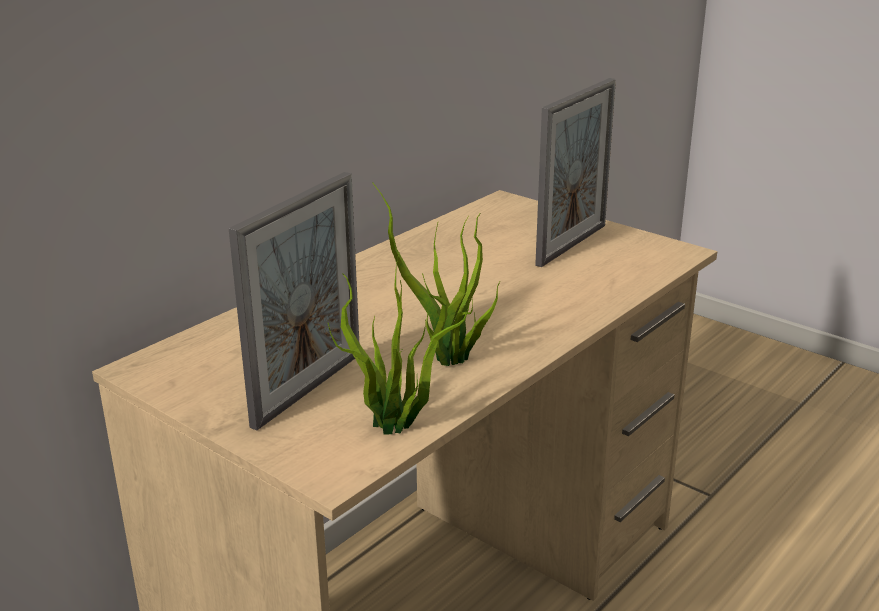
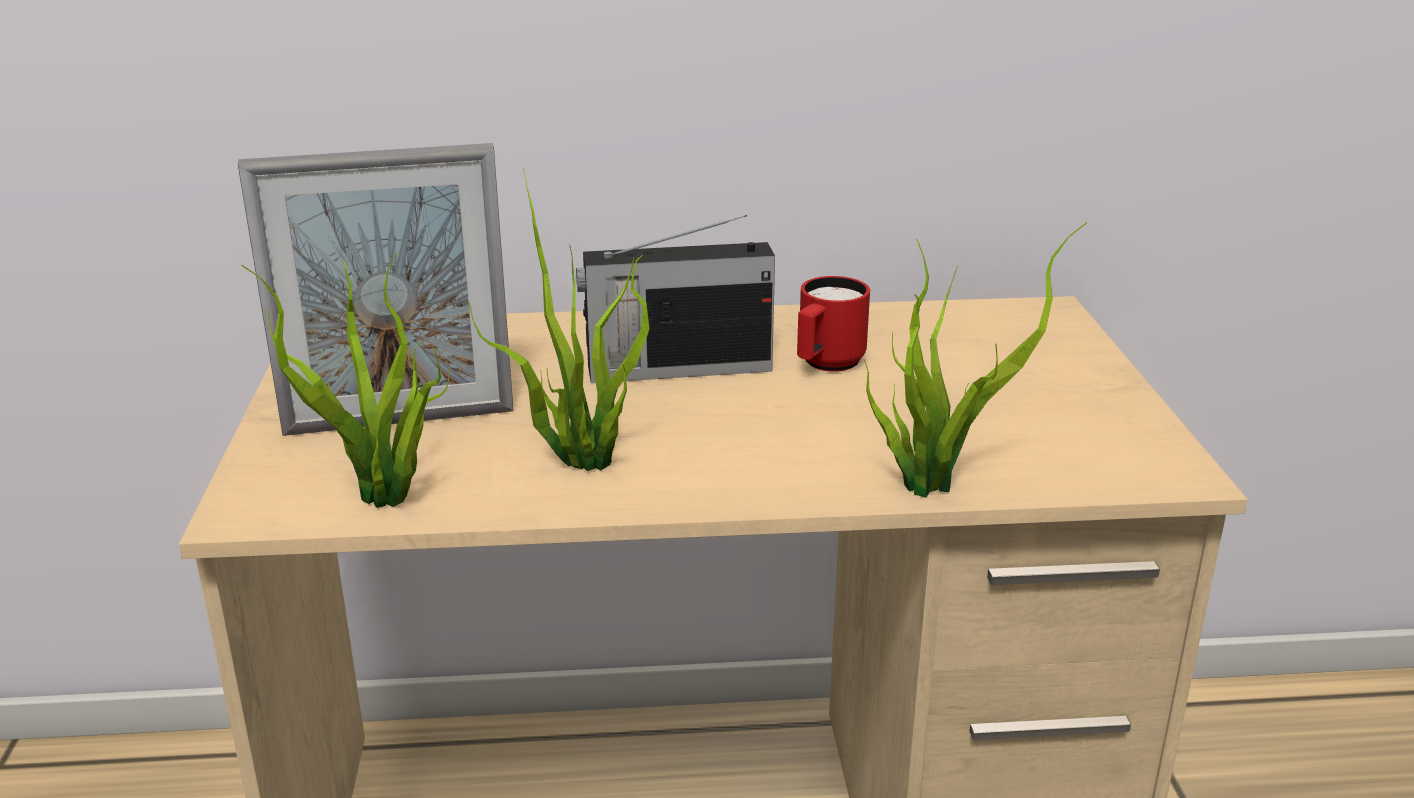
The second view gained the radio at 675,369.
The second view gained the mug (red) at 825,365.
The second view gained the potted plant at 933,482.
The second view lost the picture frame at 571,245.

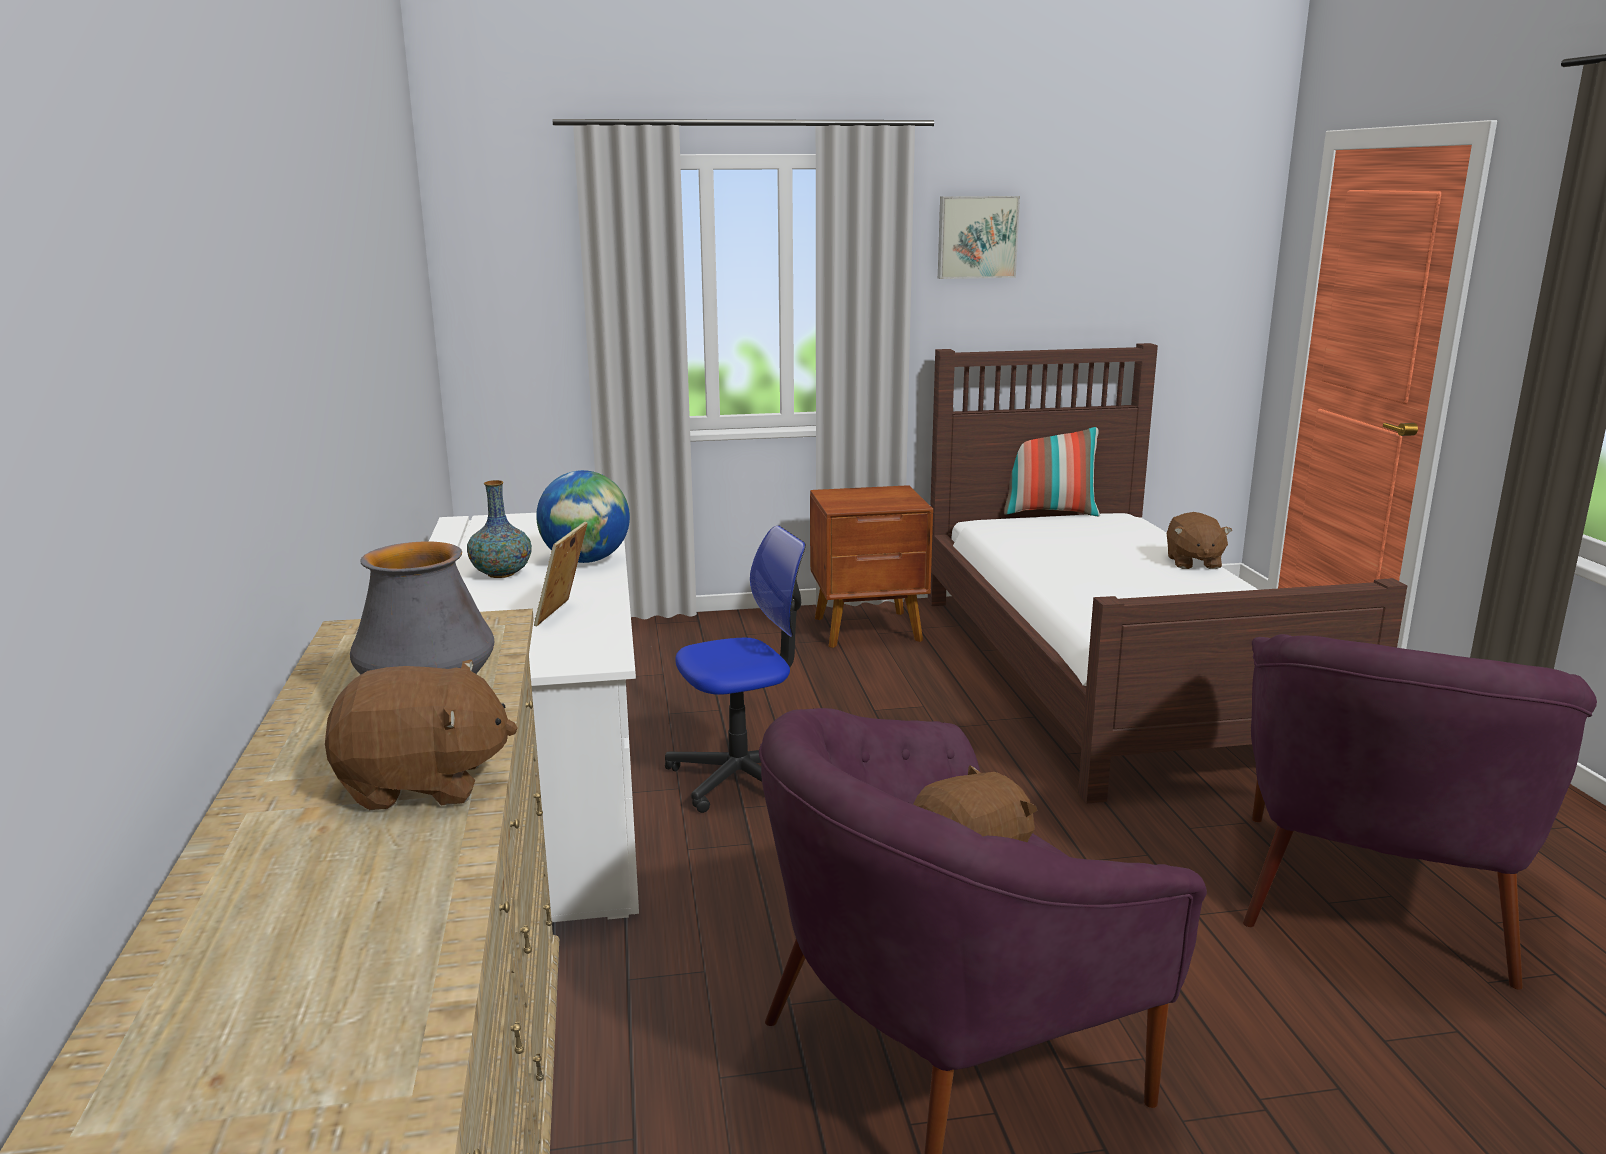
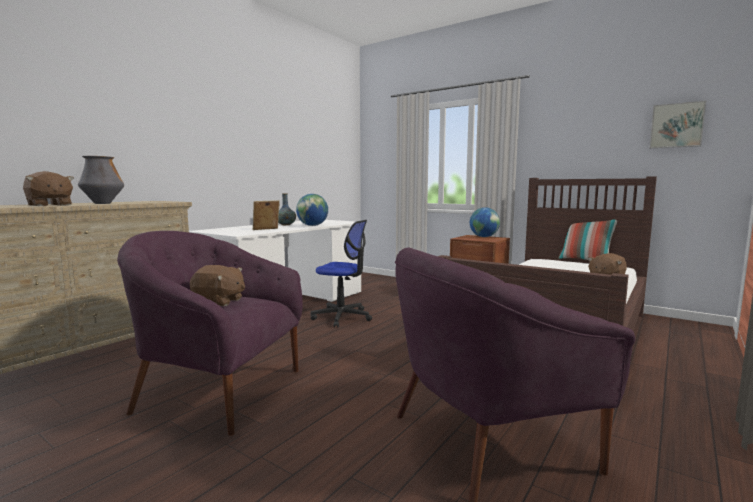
The second view gained the globe at 484,237.
The picture ended up elsewhere, having gone from 976,237 to 676,125.

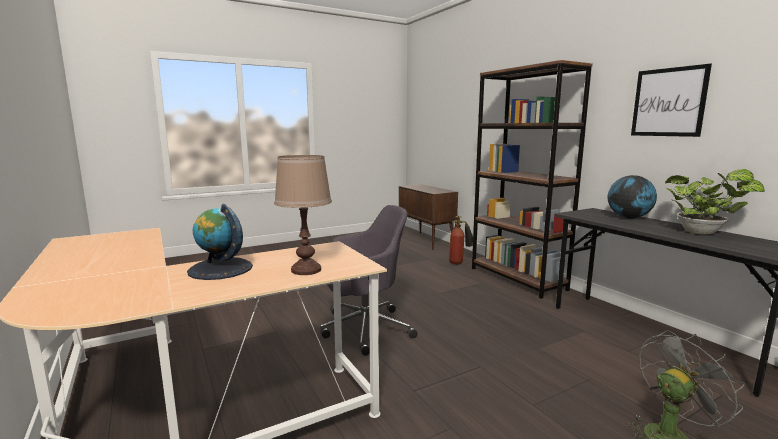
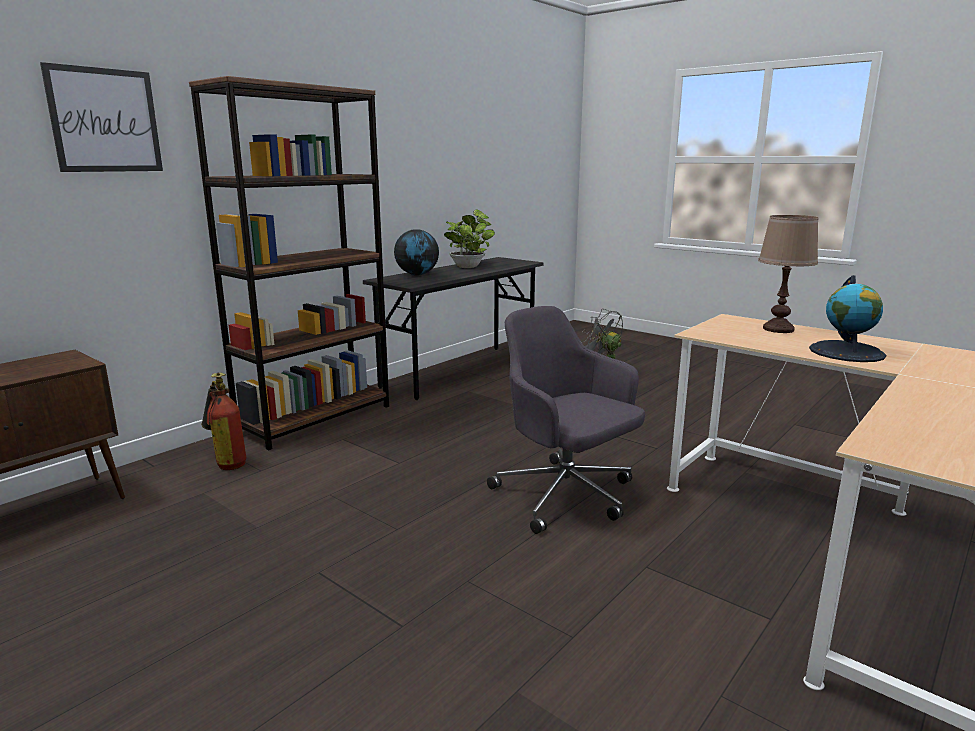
The picture ended up elsewhere, having gone from 668,102 to 105,120.

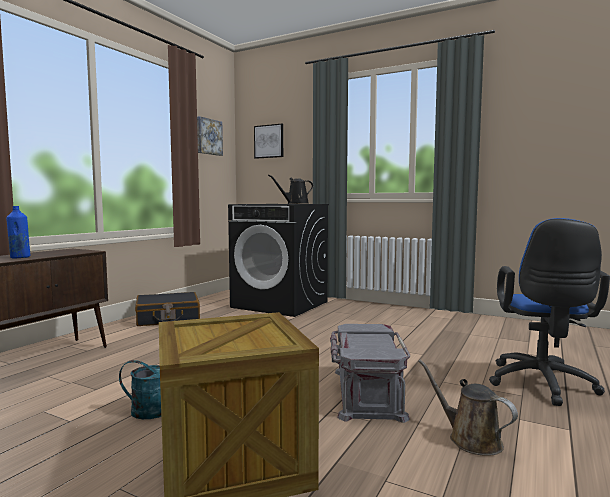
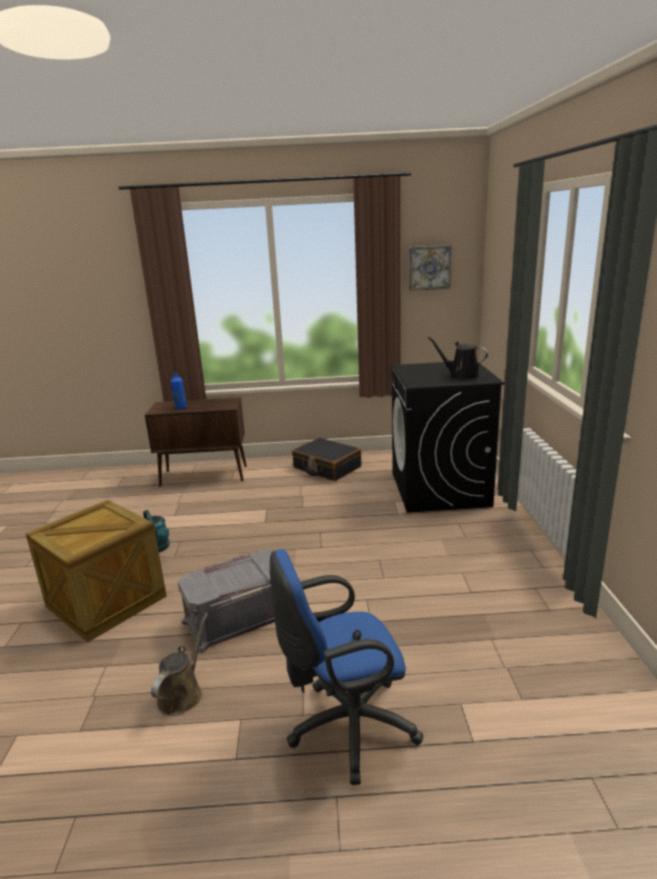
The second view lost the picture at 269,141.

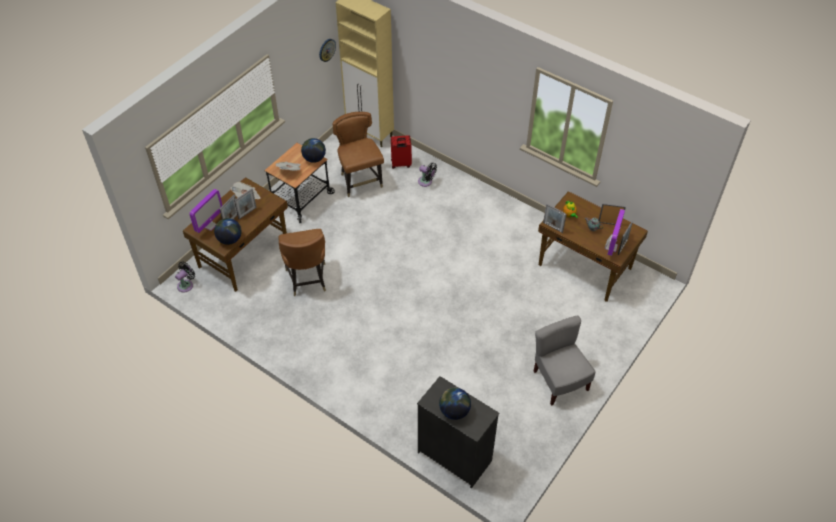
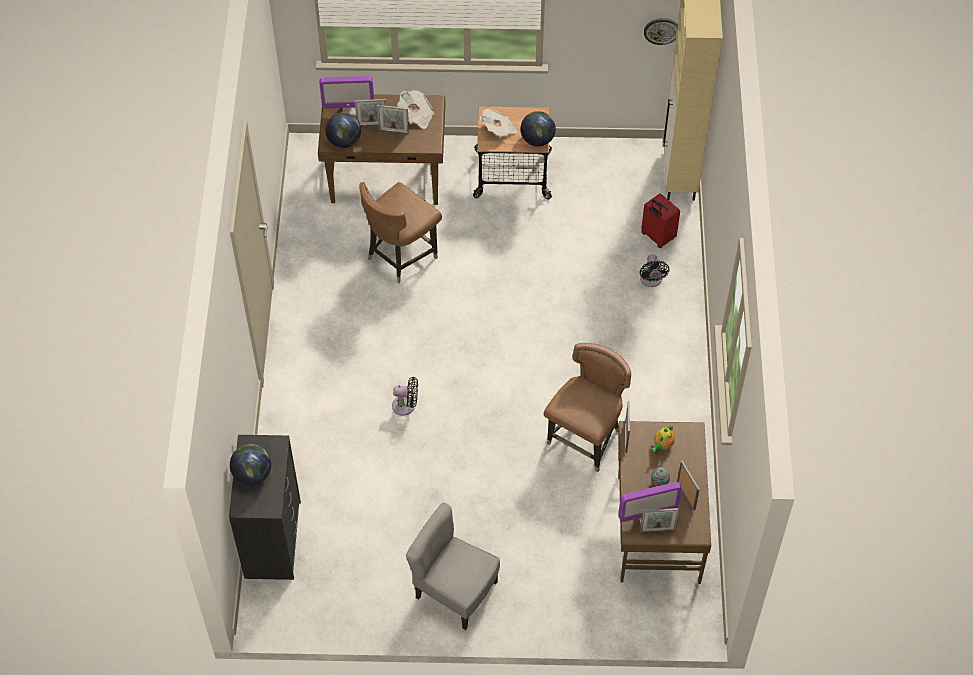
The fan (black) ended up elsewhere, having gone from 186,285 to 406,406.
The chair (grey) at 559,381 ended up facing another way, 90 degrees counterclockwise from before.
The chair (brown) ended up elsewhere, having gone from 360,181 to 585,440.

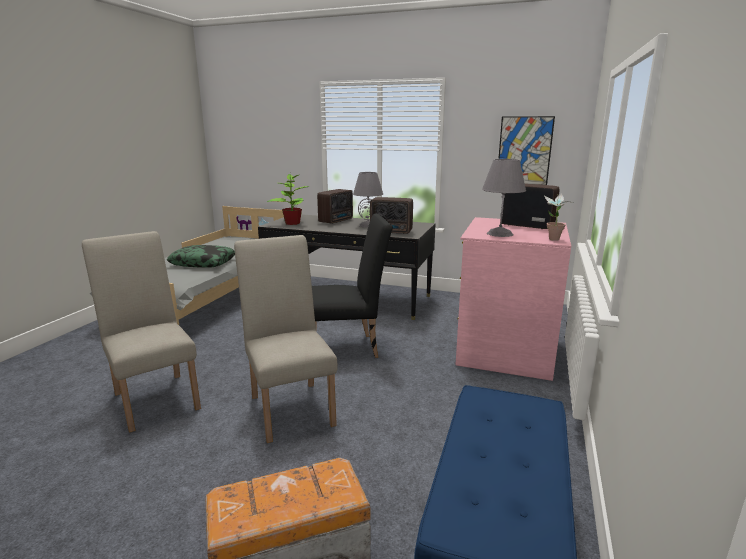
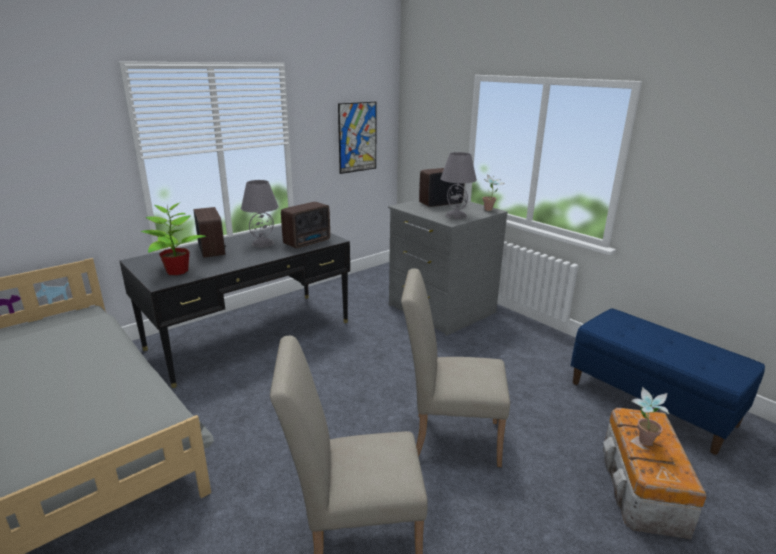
What was the dresser (pink) at 504,350 turned into the dresser (grey) at 440,309.
The second view gained the potted plant at 641,441.
The second view lost the pillow at 203,263.
The second view lost the chair (black) at 348,348.

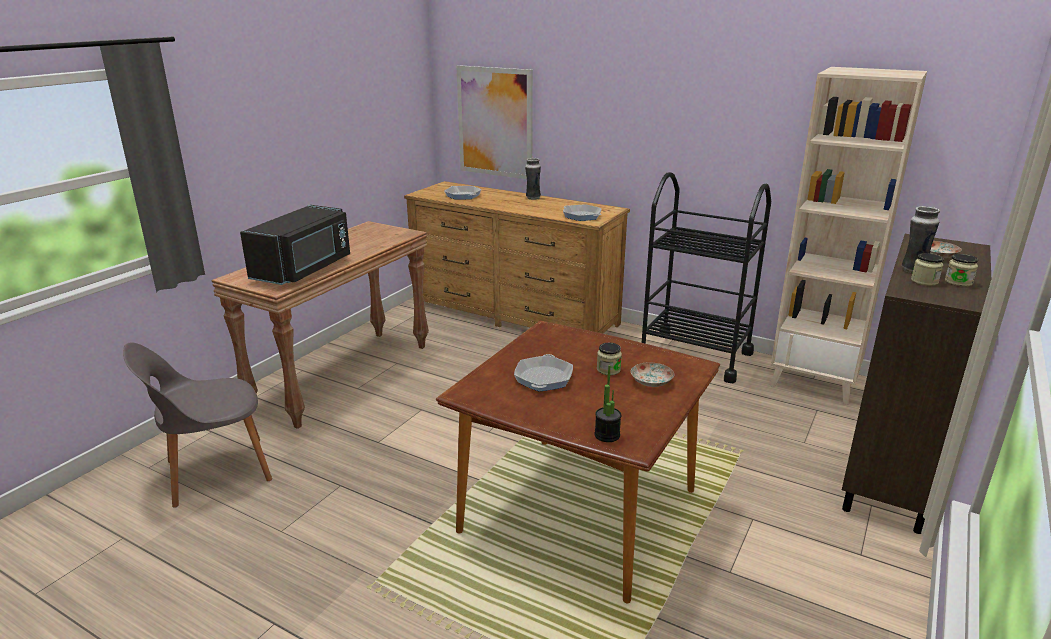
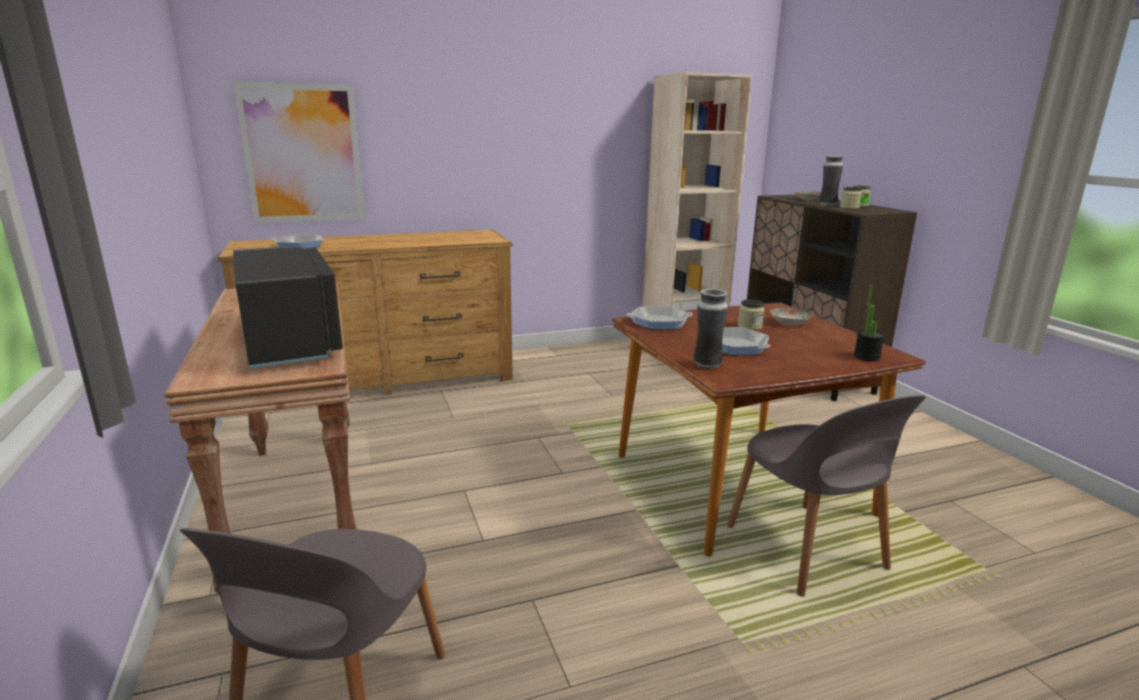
The frying pan ended up elsewhere, having gone from 582,216 to 659,322.
The vase ended up elsewhere, having gone from 532,198 to 707,365.
The second view gained the chair (grey) at 807,549.
The second view lost the cart (black) at 695,356.

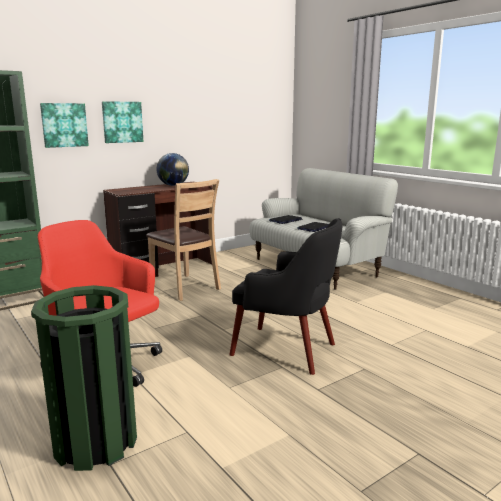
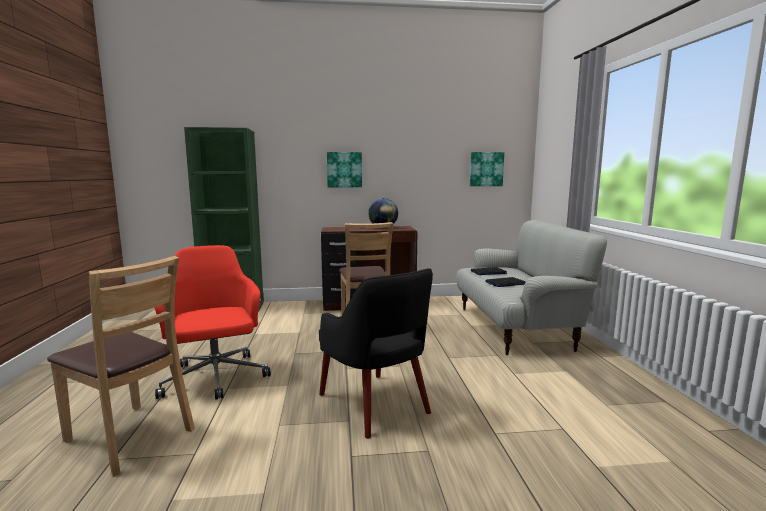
Where the trash can (green) stood at 95,442, the chair (brown) came to stand at 130,436.
The picture ended up elsewhere, having gone from 64,125 to 486,169.

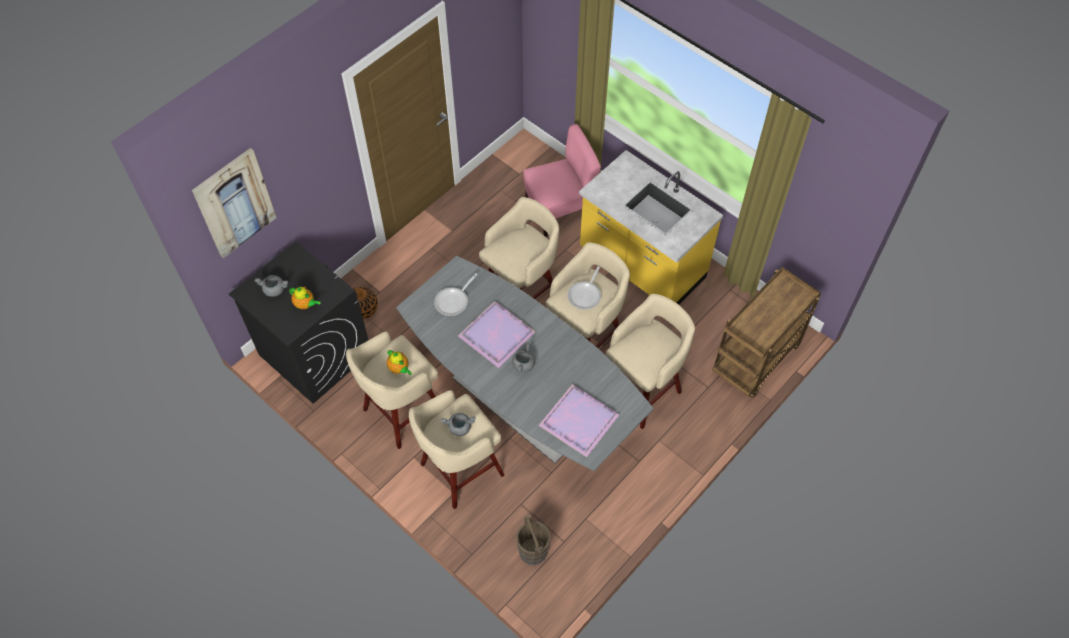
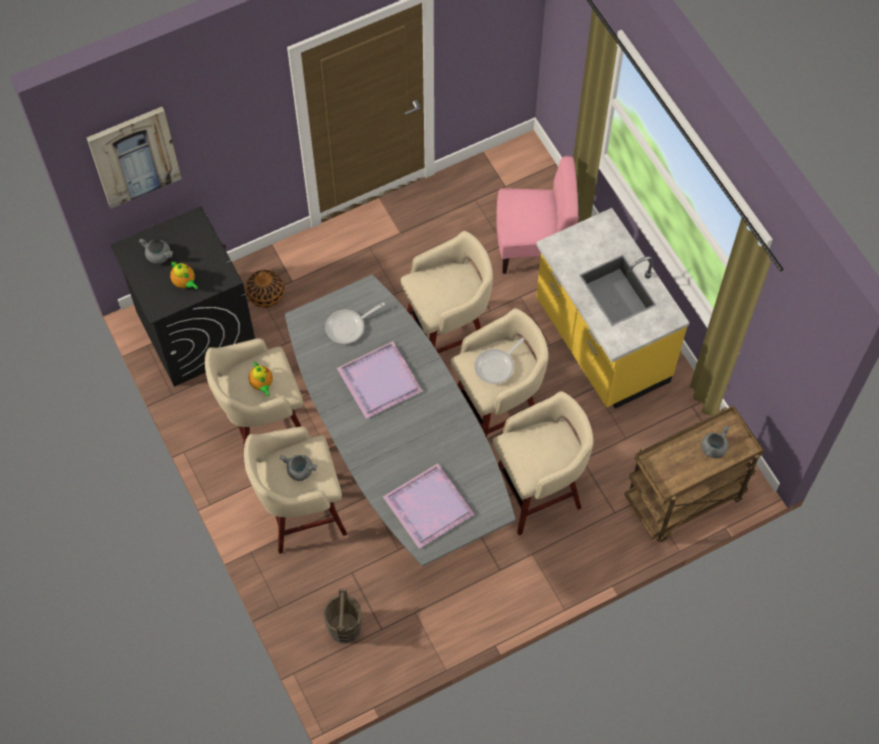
The cooking pot (grey) ended up elsewhere, having gone from 523,364 to 713,448.

